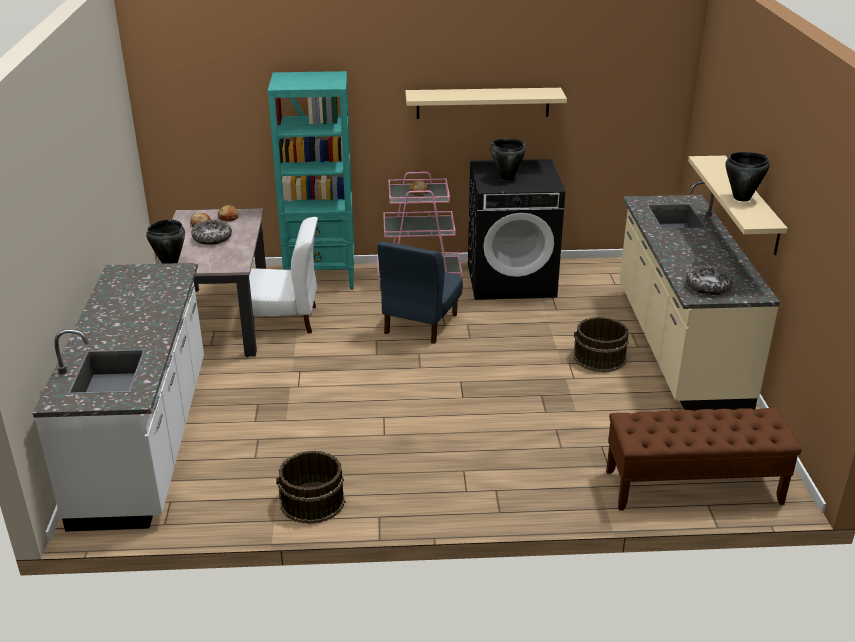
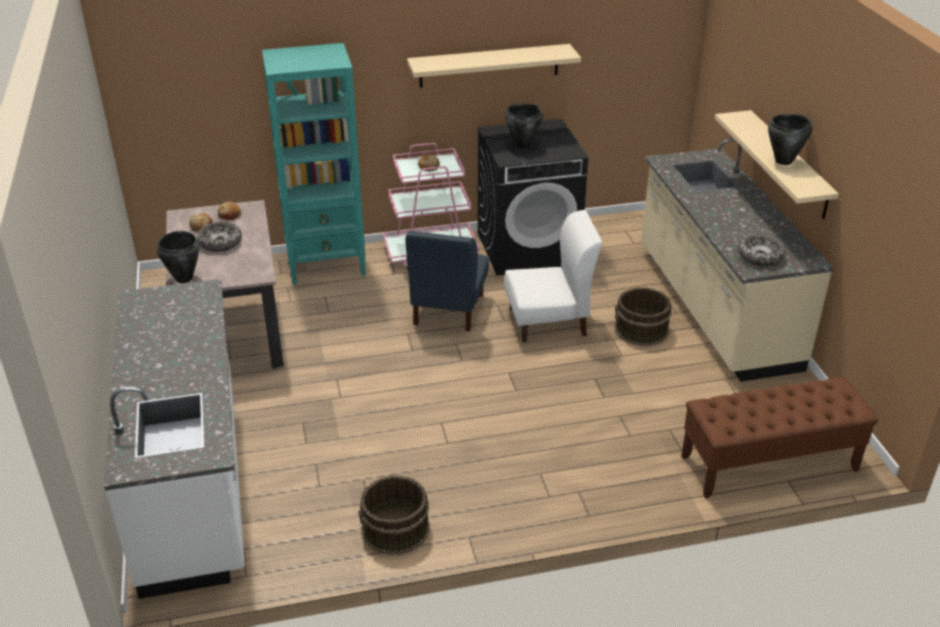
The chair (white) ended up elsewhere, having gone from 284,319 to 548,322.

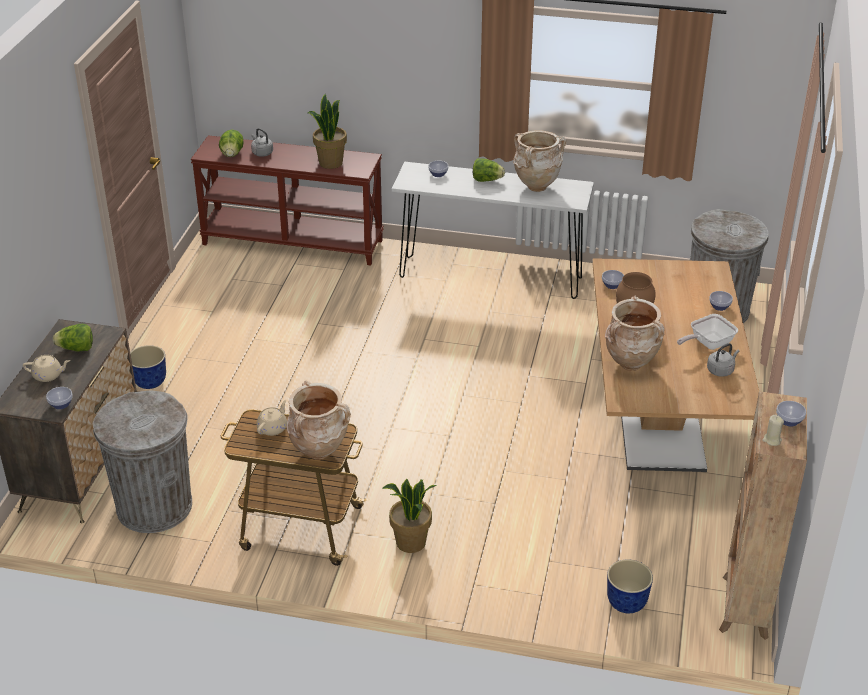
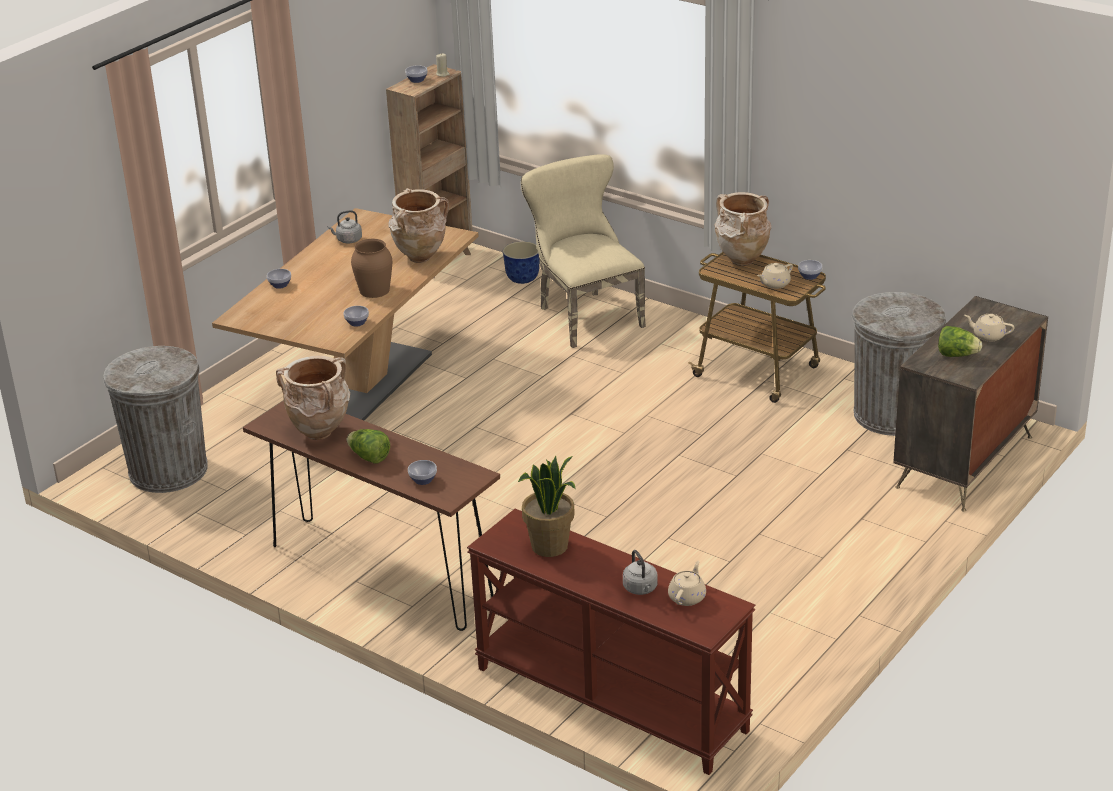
What was the console table (white) at 490,277 turned into the console table (brown) at 381,574.
The second view gained the chair (beige) at 585,315.
Where the lettuce stood at 232,154, the teapot (beige) came to stand at 687,597.
The bowl ended up elsewhere, having gone from 61,404 to 809,276.
The second view lost the planter at 150,382.
The second view lost the potted plant at 411,543.
The second view lost the frying pan at 707,344.

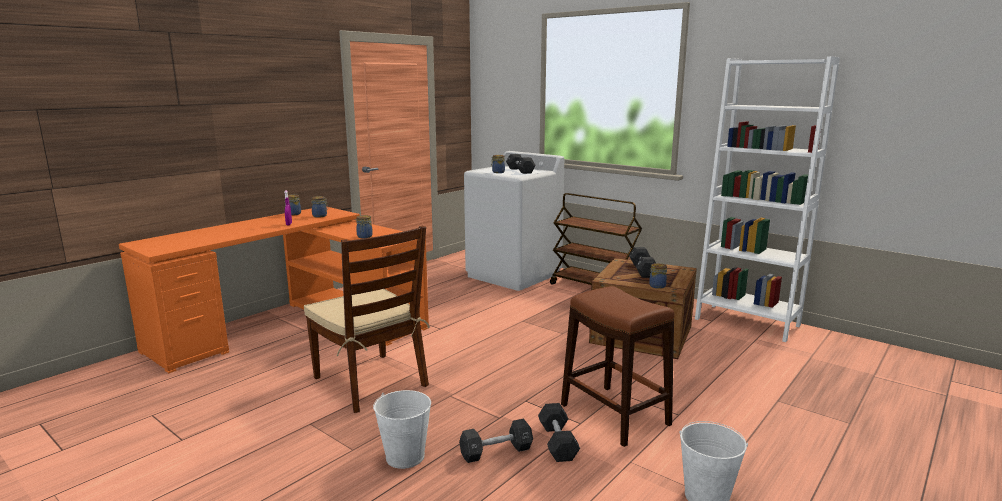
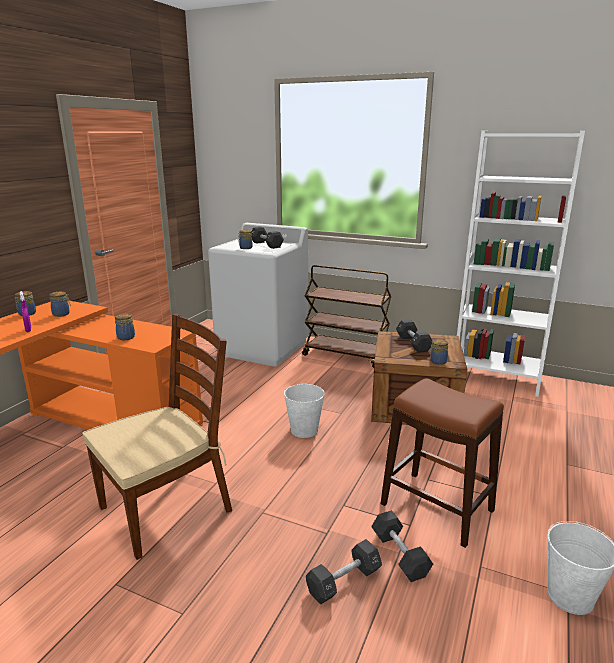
The chair (brown) at 371,382 ended up facing another way, 75 degrees counterclockwise from before.
The bucket (white) ended up elsewhere, having gone from 405,456 to 304,430.

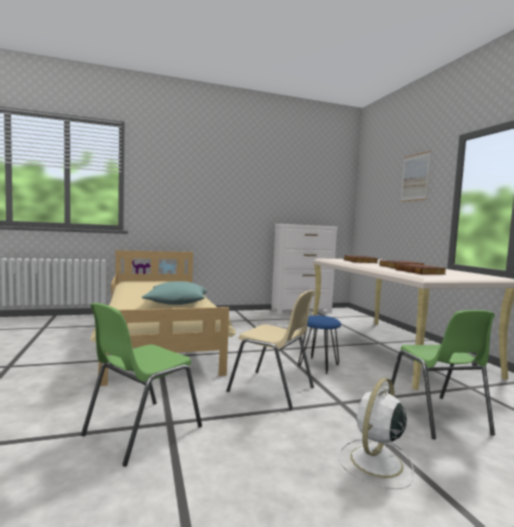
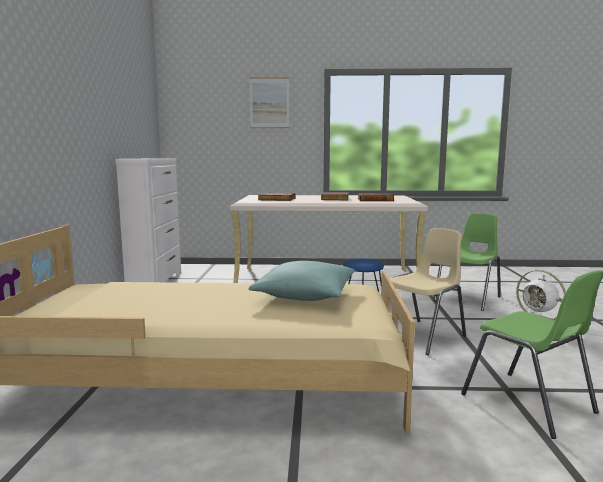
The chair (green) at 437,417 ended up facing another way, 60 degrees counterclockwise from before.

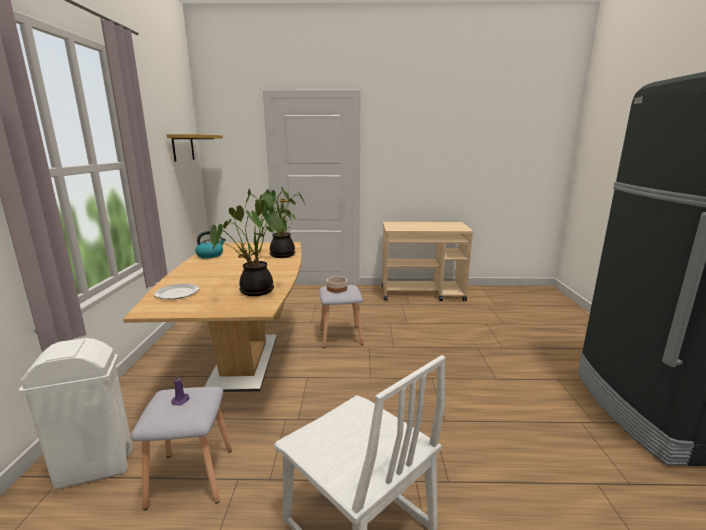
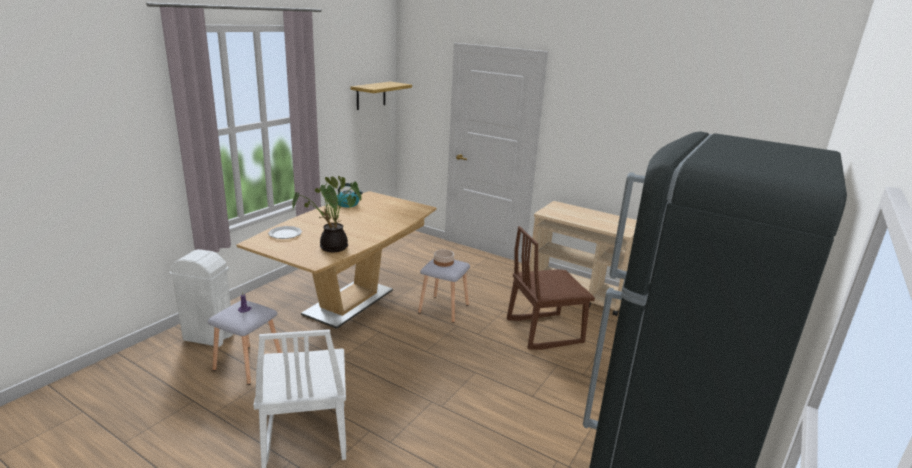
The second view gained the chair (brown) at 544,331.
The second view lost the potted plant at 280,254.

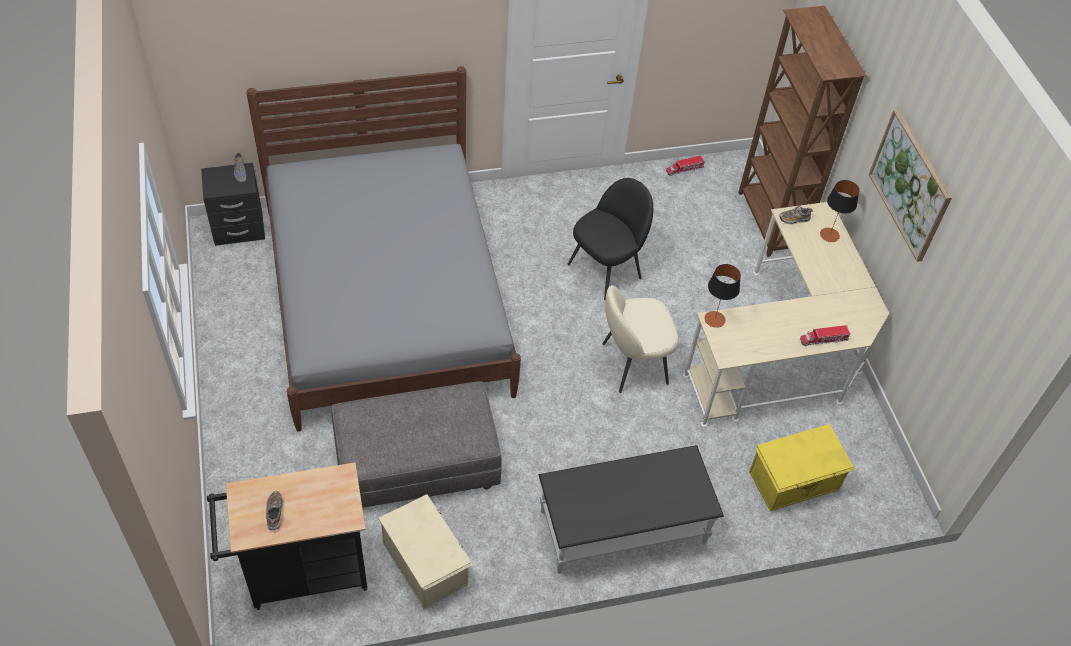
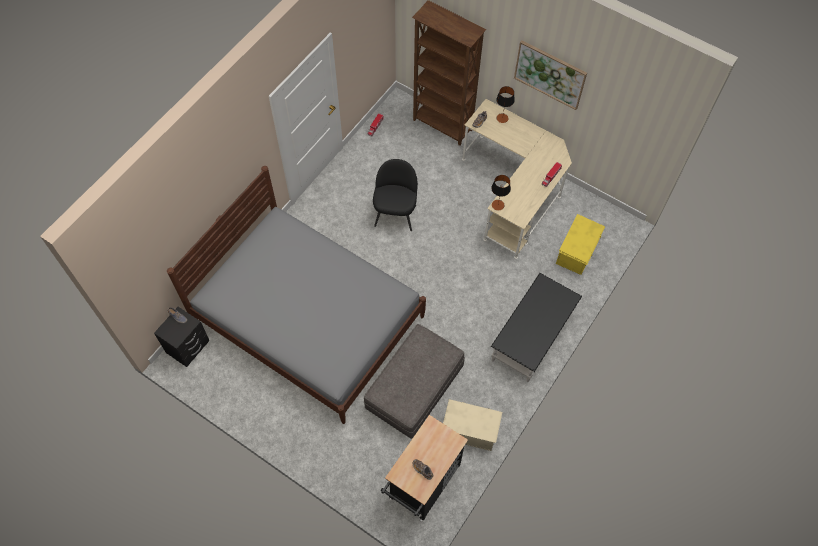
The second view lost the chair (beige) at 632,363.

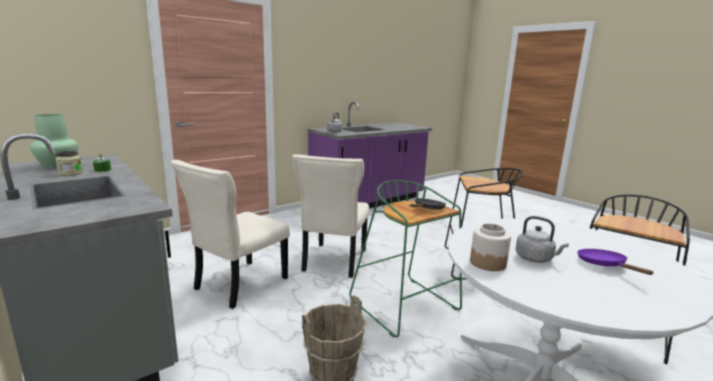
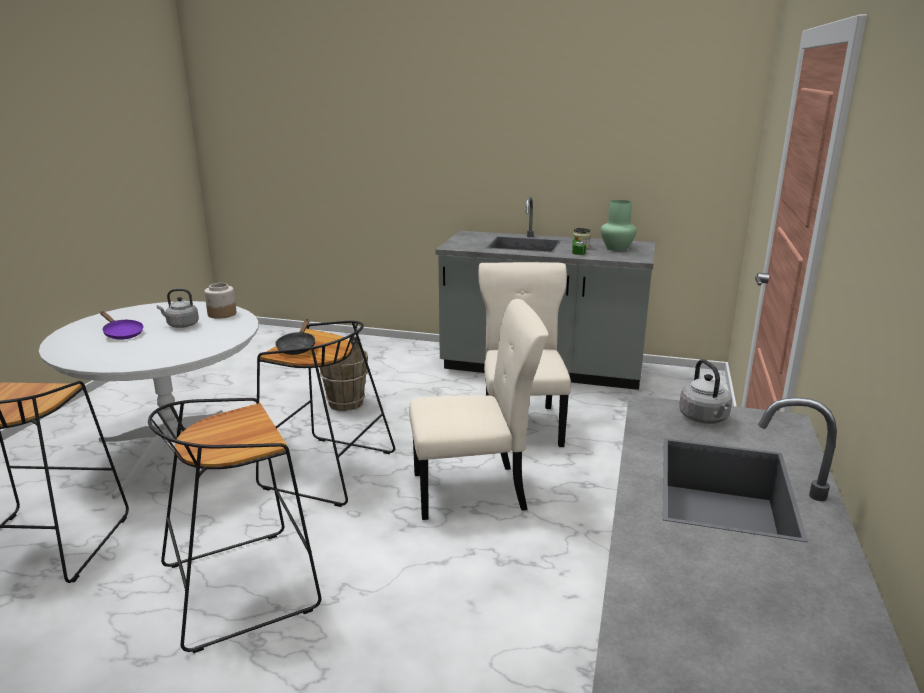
What was the stool (green) at 406,306 turned into the stool (black) at 325,470.
The chair (beige) at 333,261 ended up facing another way, 105 degrees clockwise from before.

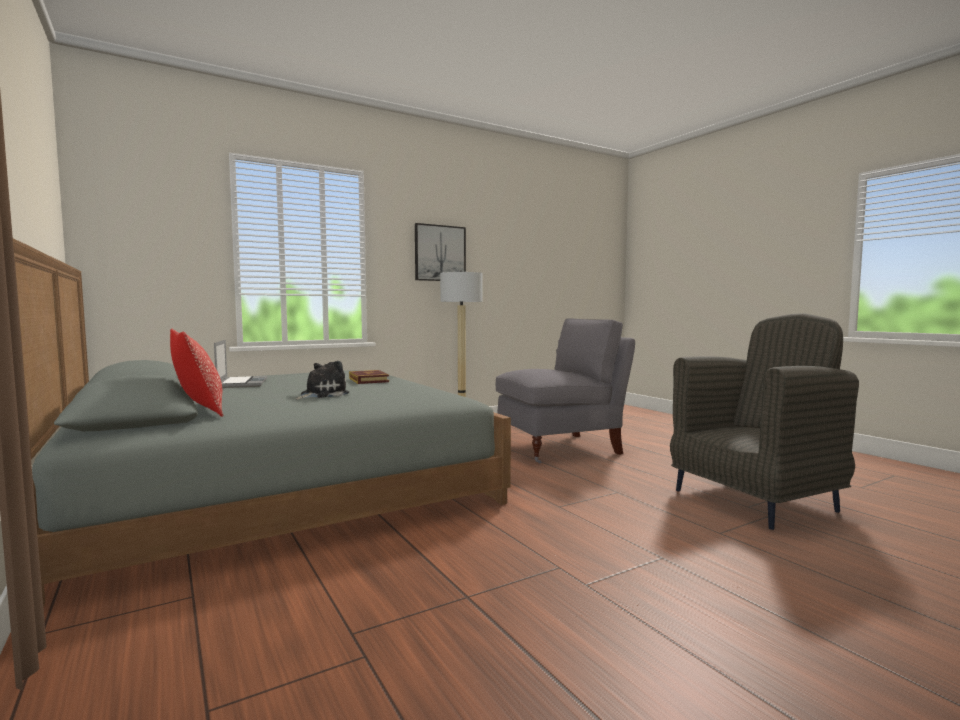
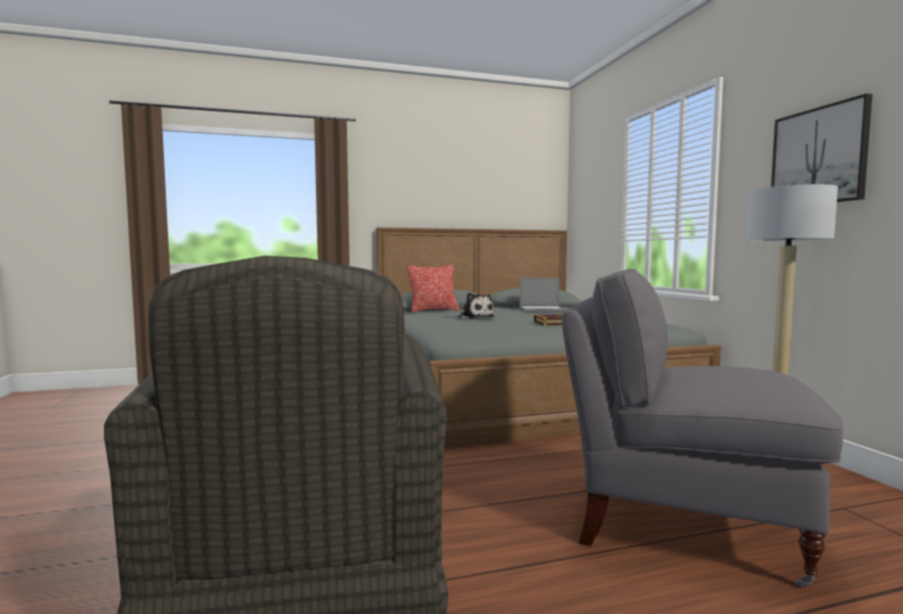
The chair (grey) at 561,448 ended up facing another way, 120 degrees clockwise from before.

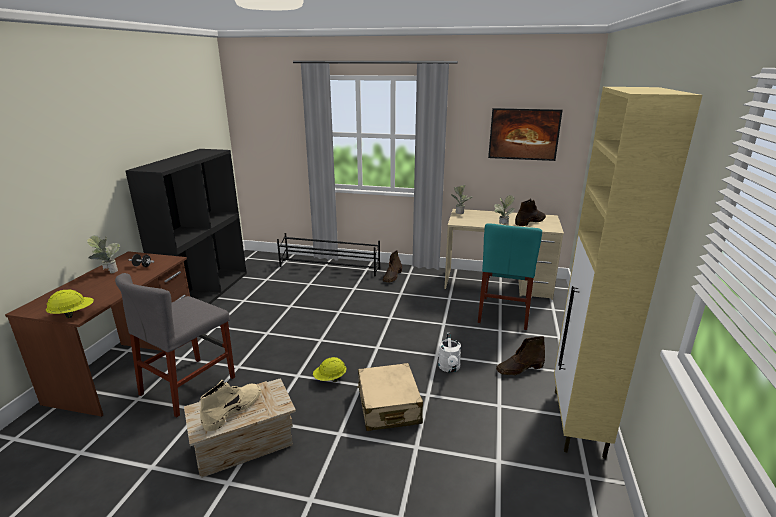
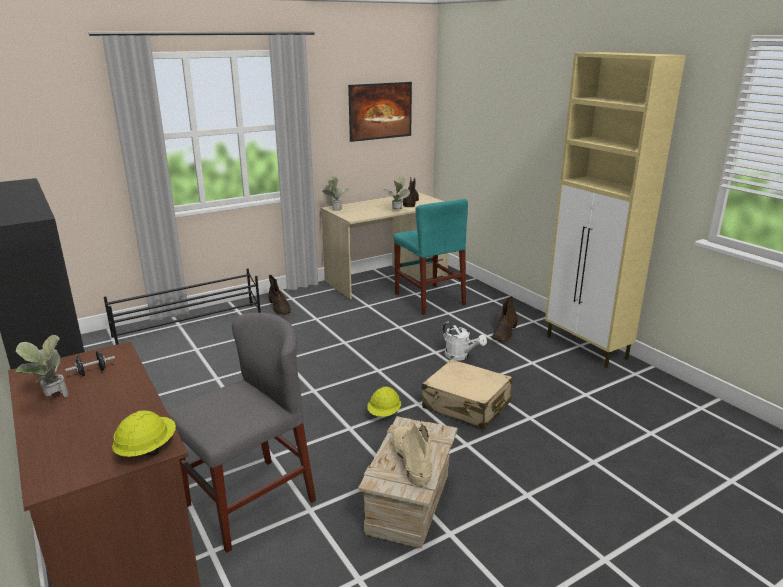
The chair (grey) at 188,385 ended up facing another way, 120 degrees counterclockwise from before.

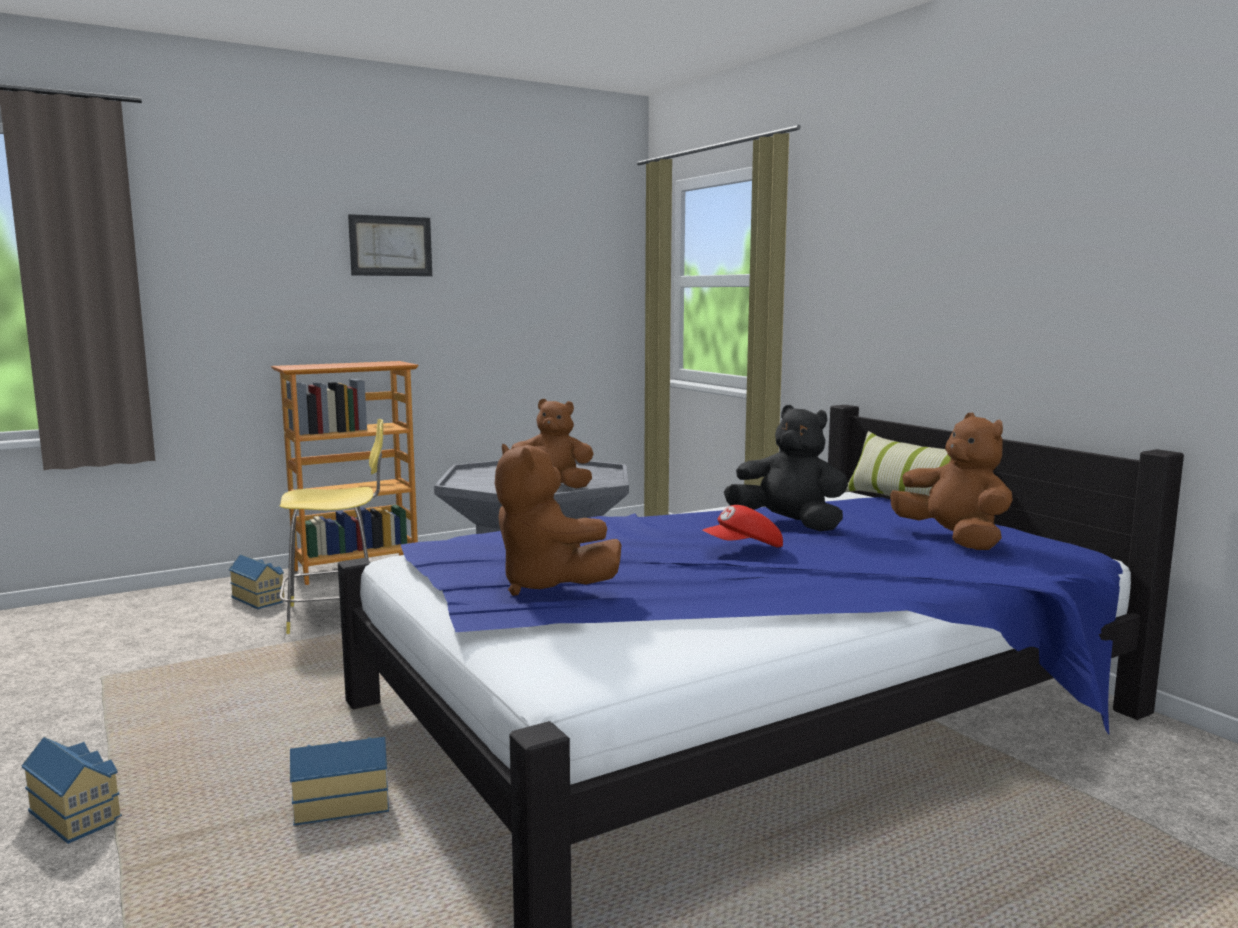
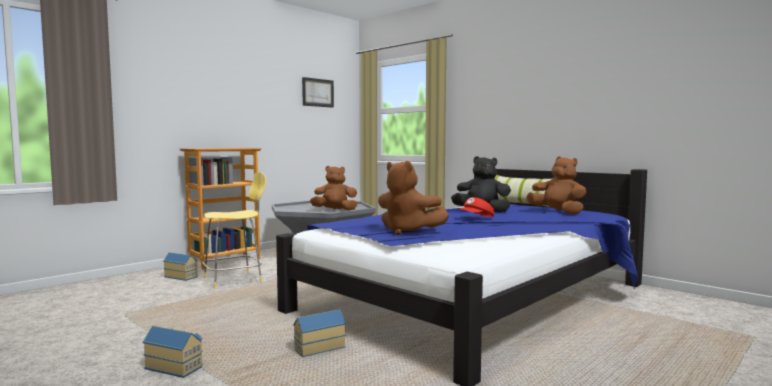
The picture ended up elsewhere, having gone from 390,246 to 318,92.

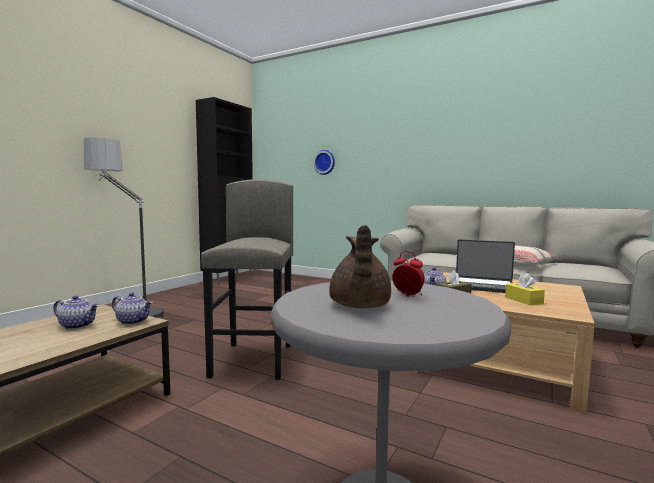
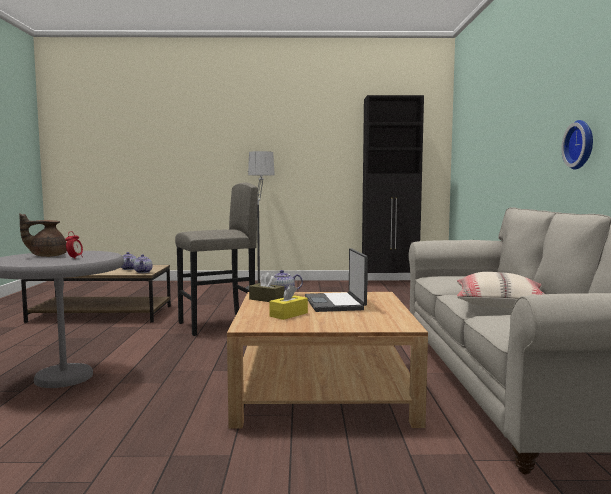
The wall clock ended up elsewhere, having gone from 325,162 to 581,144.

